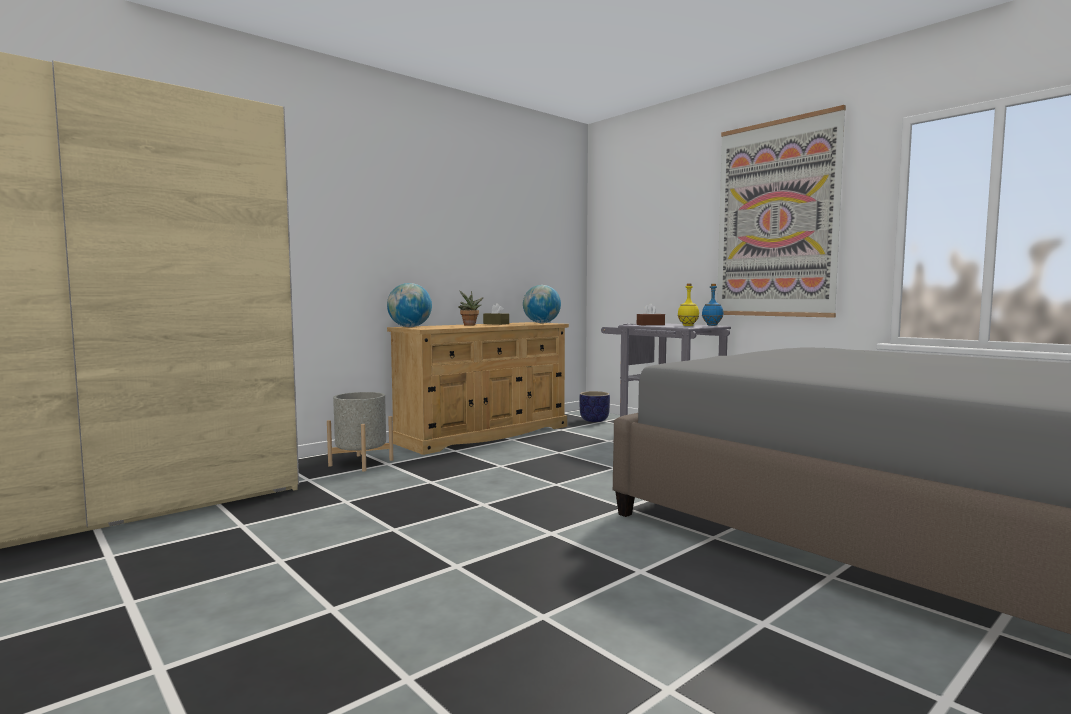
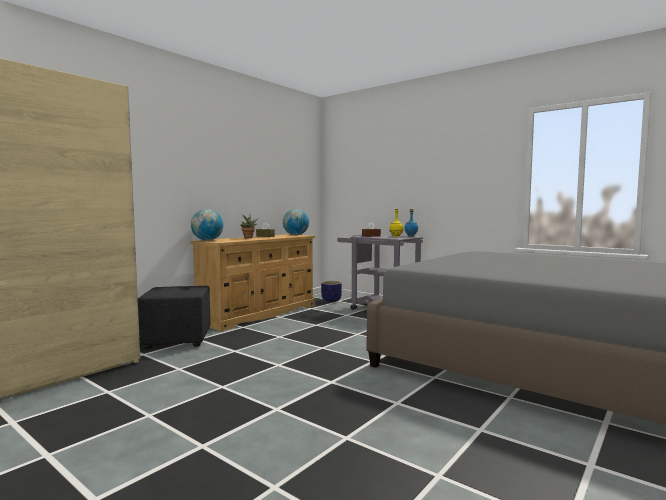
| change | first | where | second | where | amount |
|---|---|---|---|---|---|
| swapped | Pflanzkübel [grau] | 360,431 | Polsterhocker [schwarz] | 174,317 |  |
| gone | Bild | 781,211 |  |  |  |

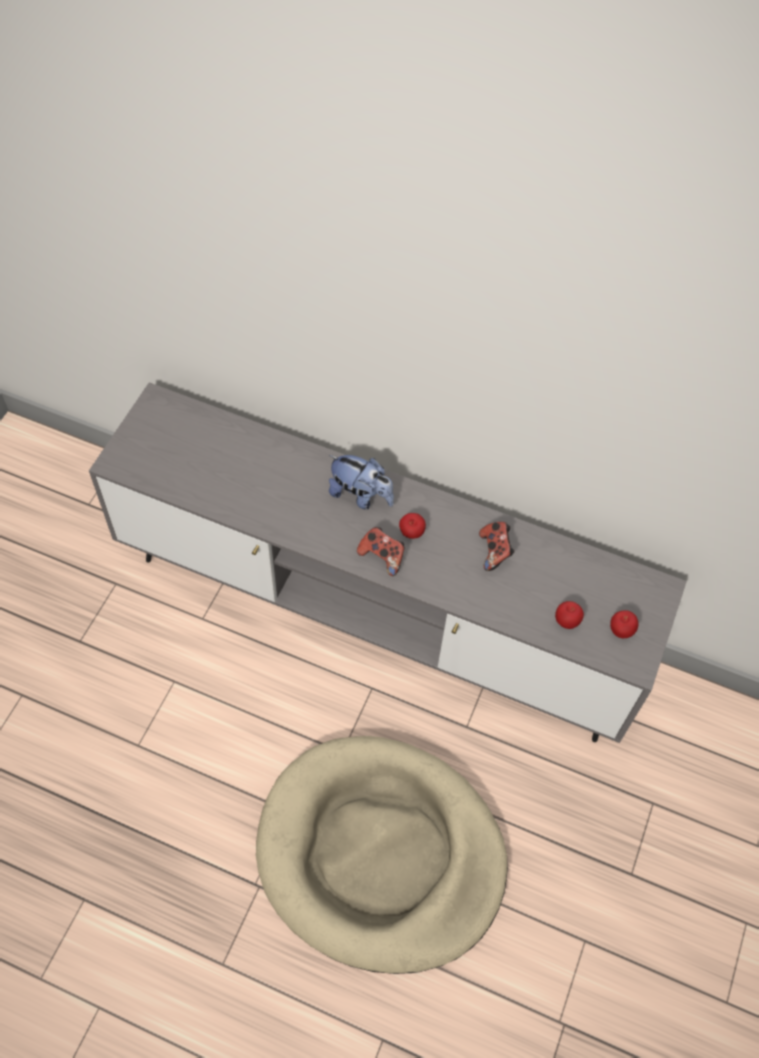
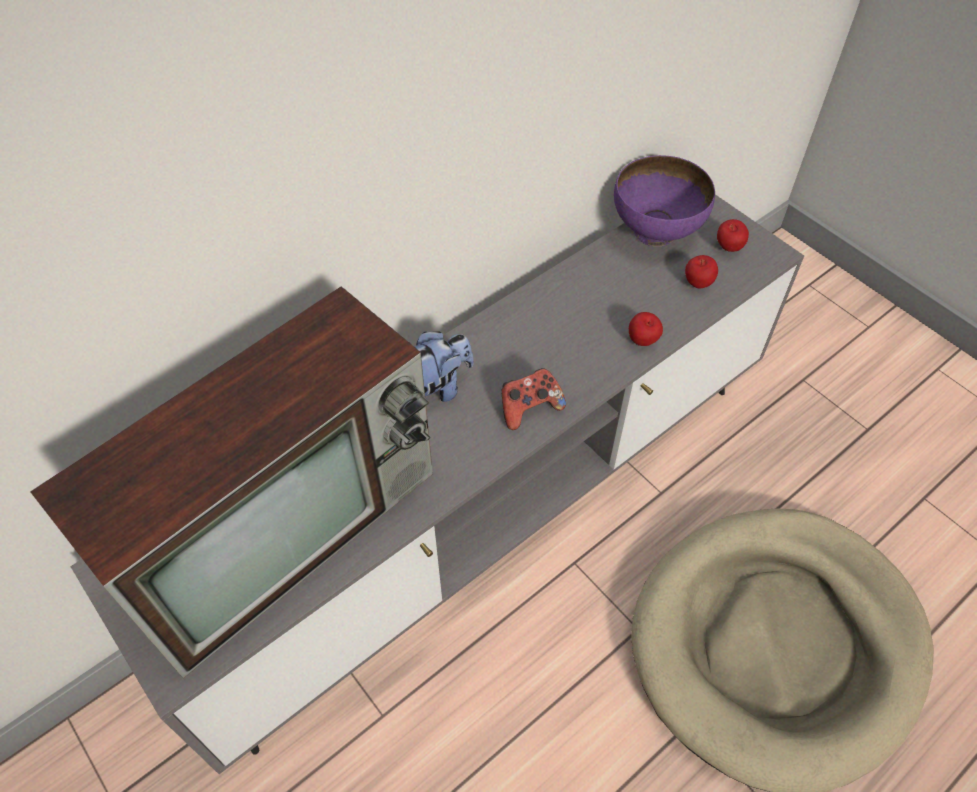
| change | first | where | second | where | amount |
|---|---|---|---|---|---|
| new |  |  | Fernseher | 232,482 |  |
| new |  |  | Schüssel [lila] | 664,201 |  |
| shifted | Apfel | 412,526 |  | 646,329 |  |
| gone | Gamepad | 496,546 |  |  |  |

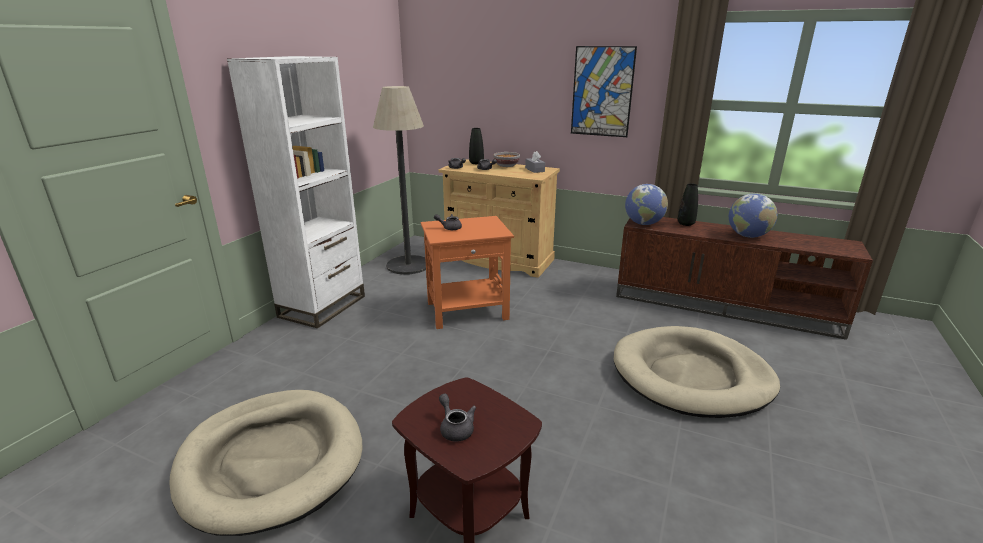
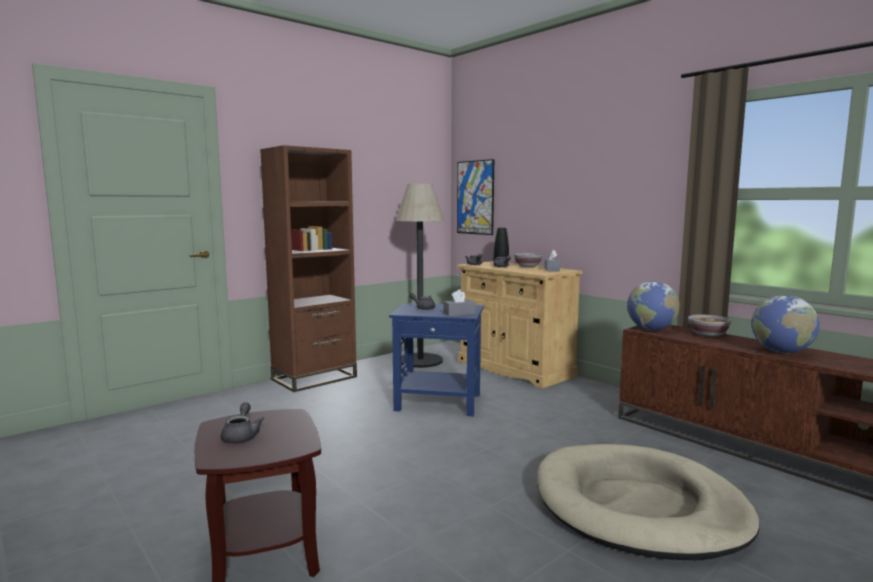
| change | first | where | second | where | amount |
|---|---|---|---|---|---|
| repainted | Bücherregal [weiß] | 296,192 | Bücherregal [braun] | 308,268 |  |
| repainted | Beistelltisch [orange] | 467,272 | Beistelltisch [blau] | 436,359 |  |
| new |  |  | Taschentuchbox [grau] | 460,302 |  |
| shifted | Bild | 604,91 |  | 475,197 |  |
| swapped | Vase [schwarz] | 688,204 | Schüssel | 709,326 |  |
| gone | Hundebett [beige] | 266,463 |  |  |  |

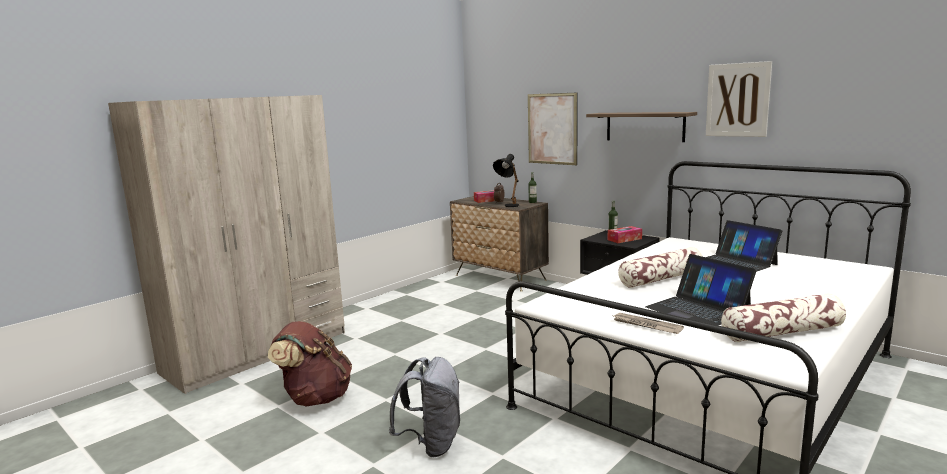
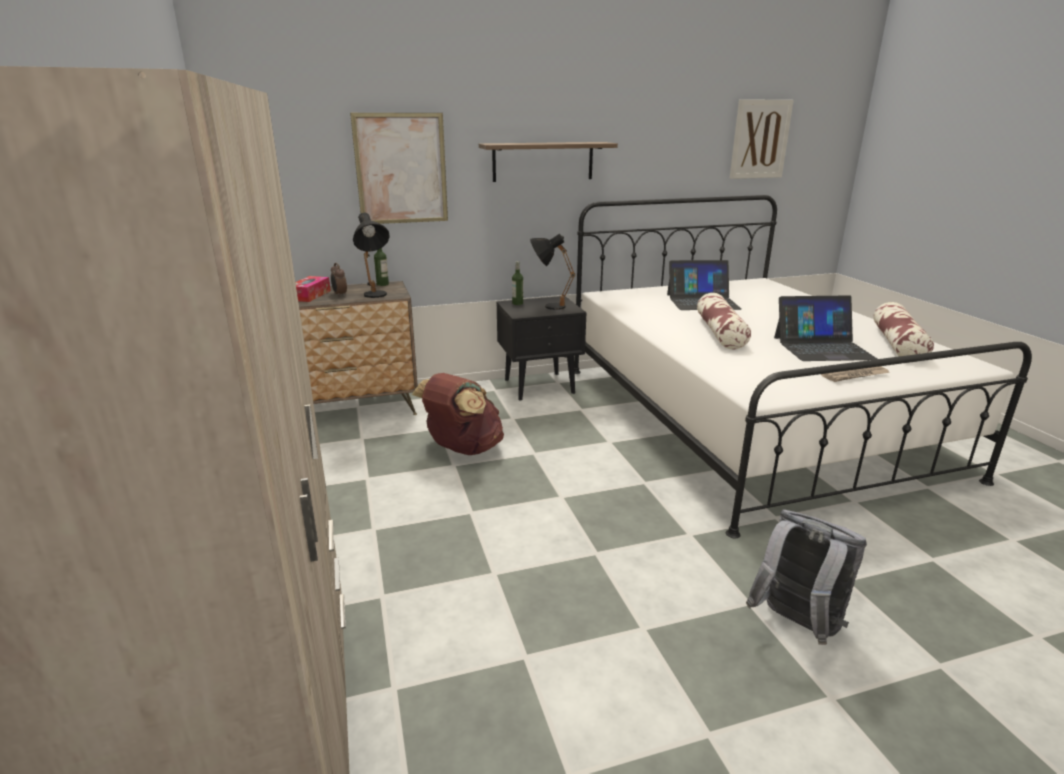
| change | first | where | second | where | amount |
|---|---|---|---|---|---|
| shifted | Rucksack [braun] | 310,363 |  | 458,414 |  |
| swapped | Taschentuchbox | 625,234 | Tischlampe [schwarz] | 552,272 |  |
| shifted | Bild | 739,99 |  | 762,139 |  |

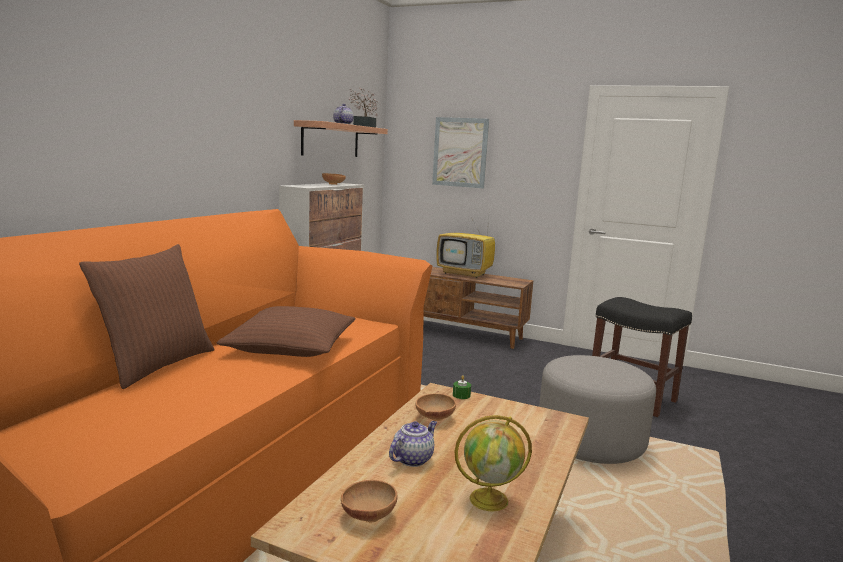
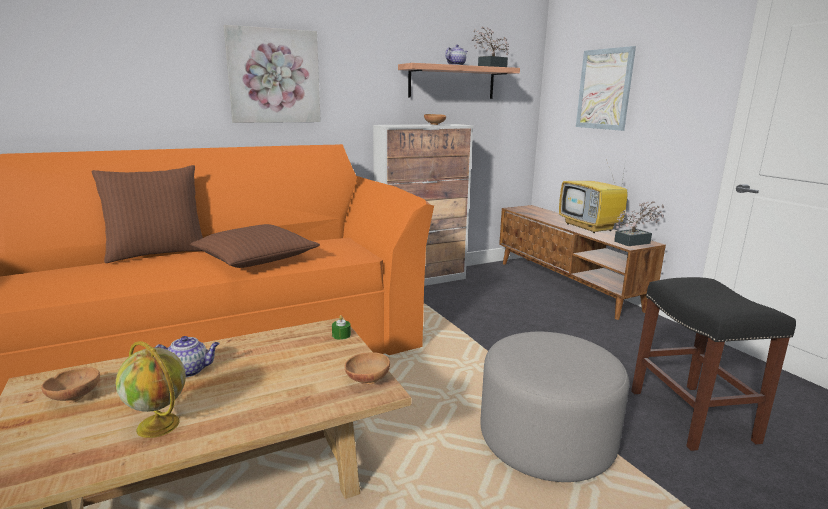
| change | first | where | second | where | amount |
|---|---|---|---|---|---|
| new |  |  | Bild | 272,74 |  |
| shifted | Schüssel [braun] | 435,407 |  | 367,368 |  |
| new |  |  | Topfpflanze | 639,223 |  |

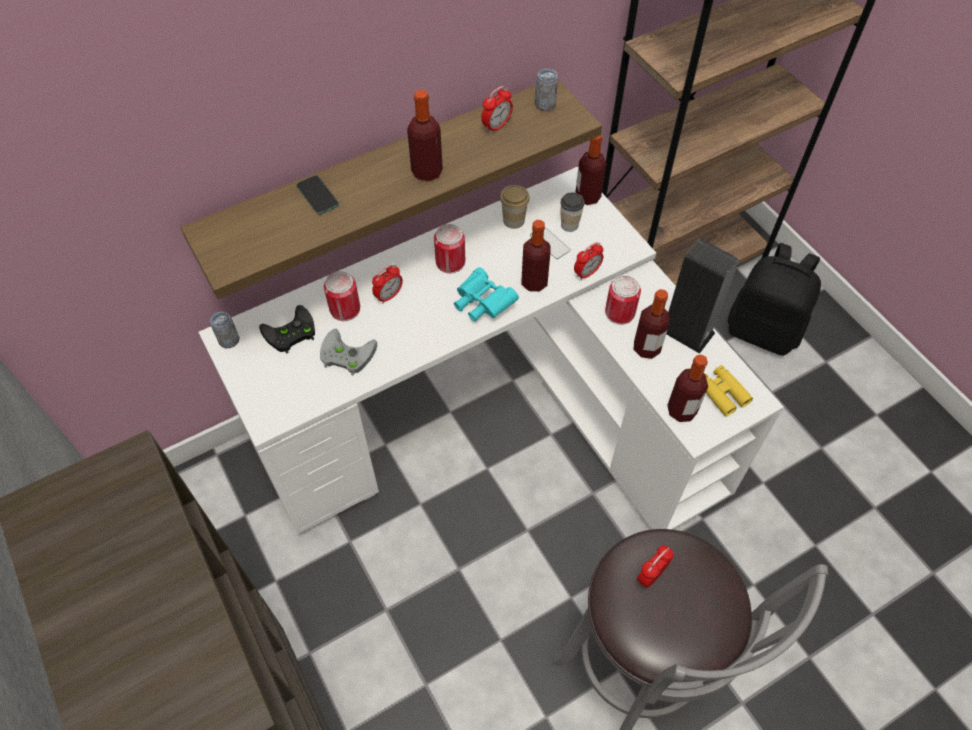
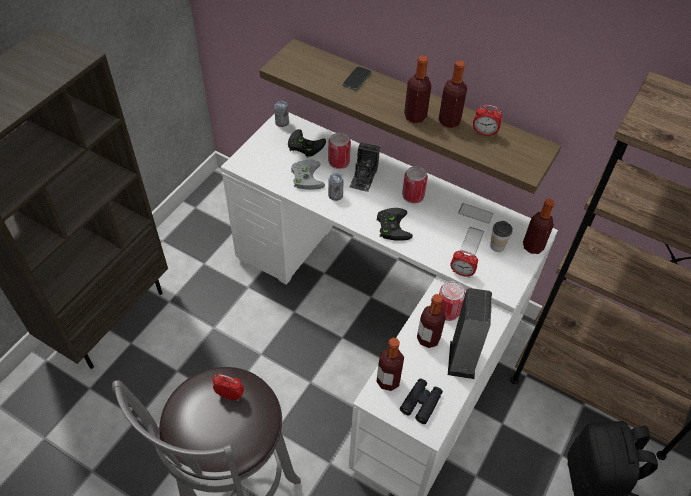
| change | first | where | second | where | amount |
|---|---|---|---|---|---|
| shifted | Dose | 546,89 |  | 336,187 |  |
| swapped | Wecker | 387,284 | Kamera | 364,167 |  |
| swapped | Fernglas [türkis] | 486,294 | Gamepad [schwarz] | 395,224 |  |
| repainted | Fernglas [gelb] | 729,391 | Fernglas [schwarz] | 421,401 |  |
| shifted | Flasche | 535,256 |  | 452,94 |  |
| swapped | Tasse | 515,207 | Handy | 475,213 |  |

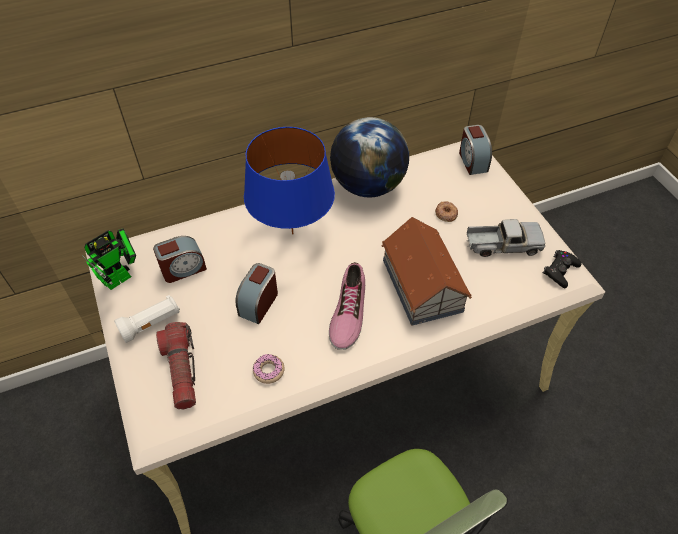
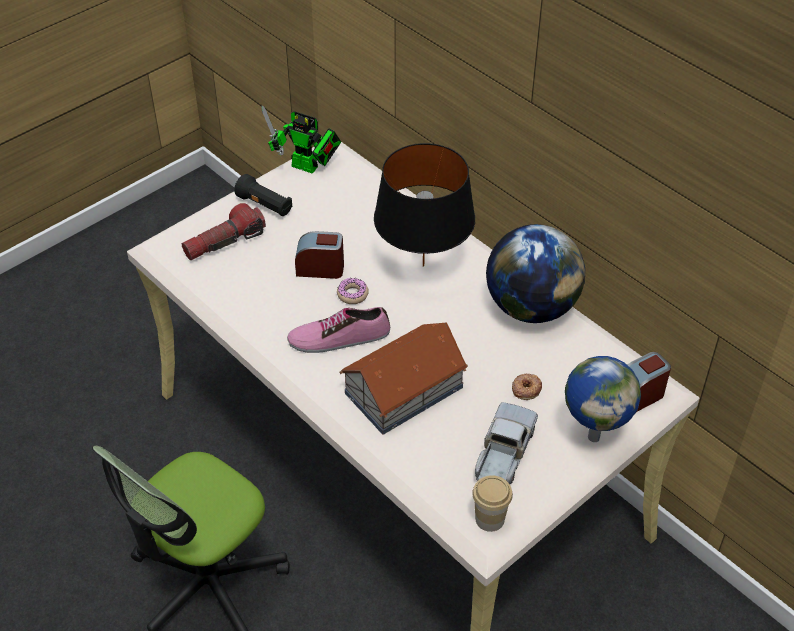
| change | first | where | second | where | amount |
|---|---|---|---|---|---|
| repainted | Taschenlampe [weiß] | 147,319 | Taschenlampe [schwarz] | 263,195 |  |
| shifted | Donut | 269,369 |  | 353,291 |  |
| repainted | Tischlampe [blau] | 289,180 | Tischlampe [schwarz] | 424,205 |  |
| swapped | Gamepad [schwarz] | 562,269 | Tasse | 492,503 |  |
| rotated | Spielzeuglaster | 506,238 |  | 506,443 | 135 degrees counterclockwise |
| new |  |  | Globus | 603,399 |  |
| gone | Wecker | 180,259 |  |  |  |

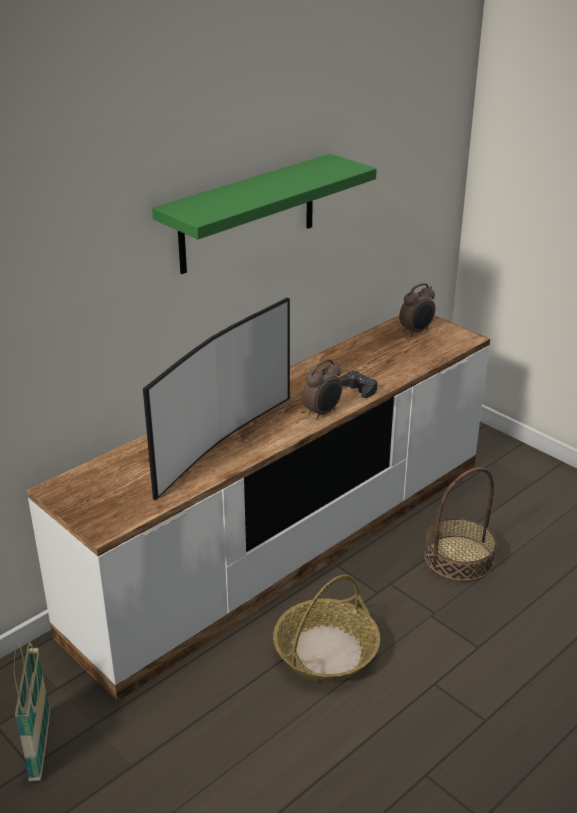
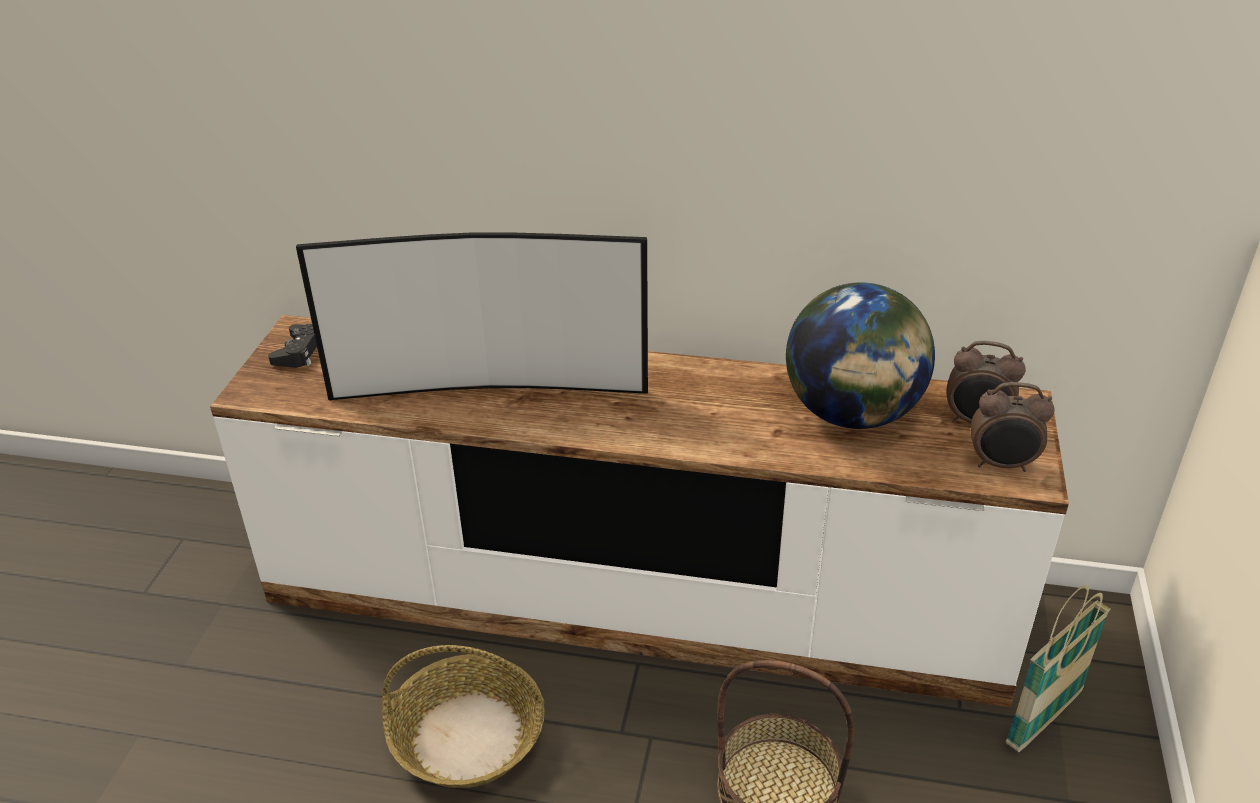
| change | first | where | second | where | amount |
|---|---|---|---|---|---|
| shifted | Gamepad [schwarz] | 358,384 |  | 292,346 |  |
| new |  |  | Globus | 860,356 |  |
| shifted | Wecker | 322,389 |  | 1013,427 |  |
| shifted | Korb | 32,712 |  | 1058,668 |  |
| gone | Wandregal [grün] | 264,214 |  |  |  |

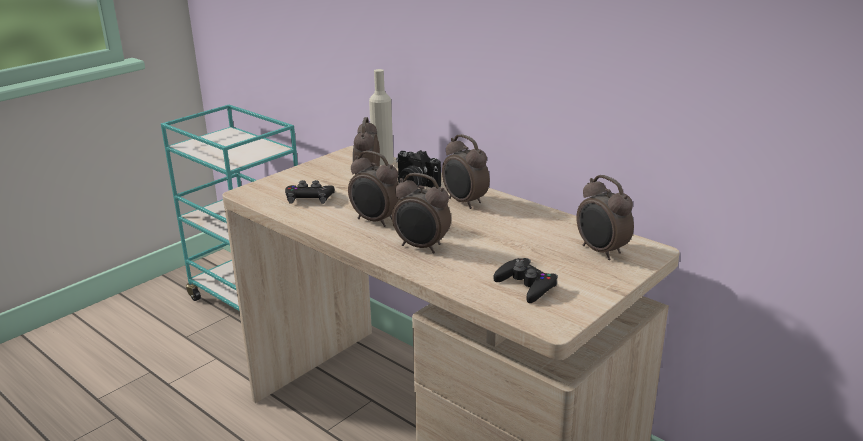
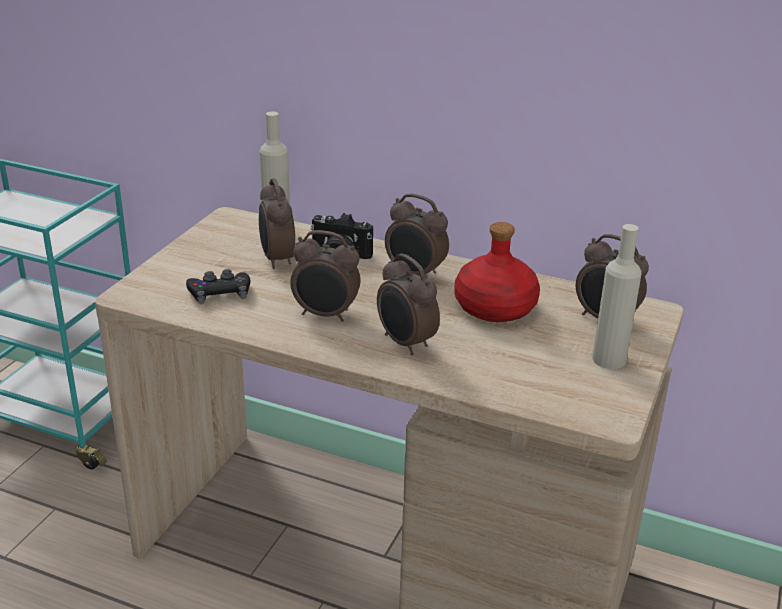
| change | first | where | second | where | amount |
|---|---|---|---|---|---|
| rotated | Wecker | 421,213 |  | 408,304 | 45 degrees clockwise |
| new |  |  | Flasche [rot] | 497,272 |  |
| new |  |  | Flasche [beige] | 617,296 |  |
| gone | Gamepad [schwarz] | 525,280 |  |  |  |

